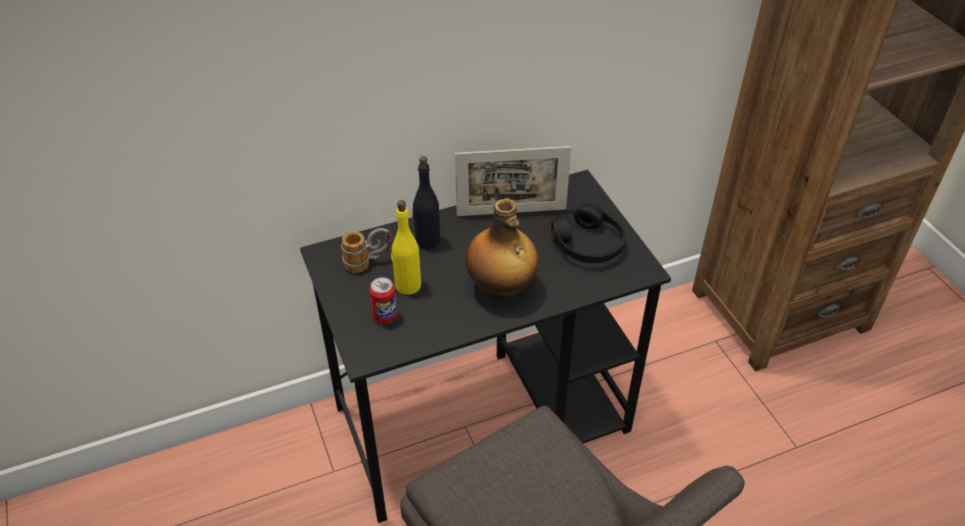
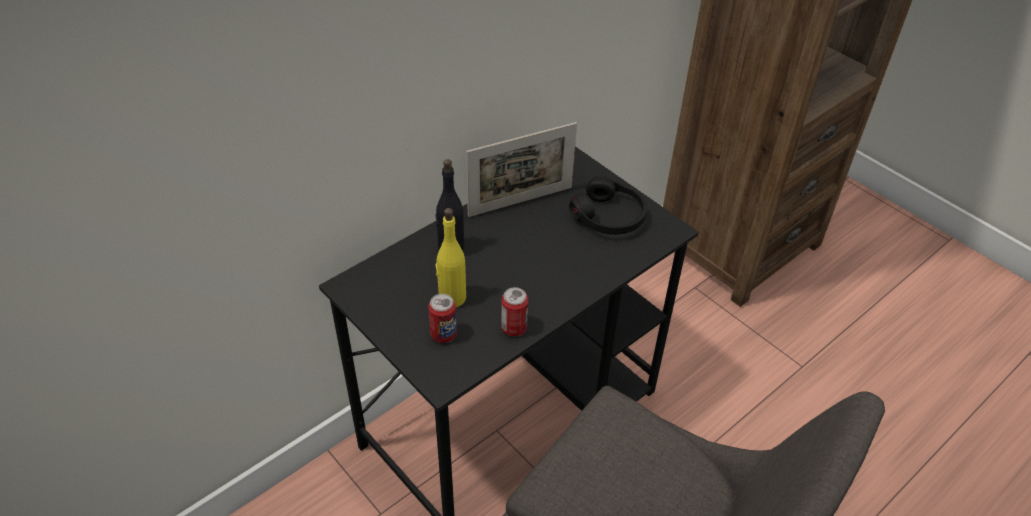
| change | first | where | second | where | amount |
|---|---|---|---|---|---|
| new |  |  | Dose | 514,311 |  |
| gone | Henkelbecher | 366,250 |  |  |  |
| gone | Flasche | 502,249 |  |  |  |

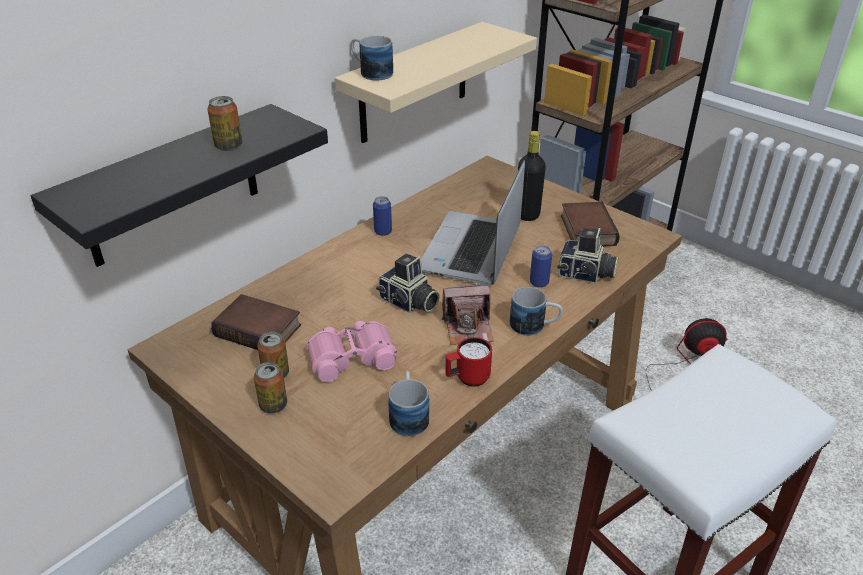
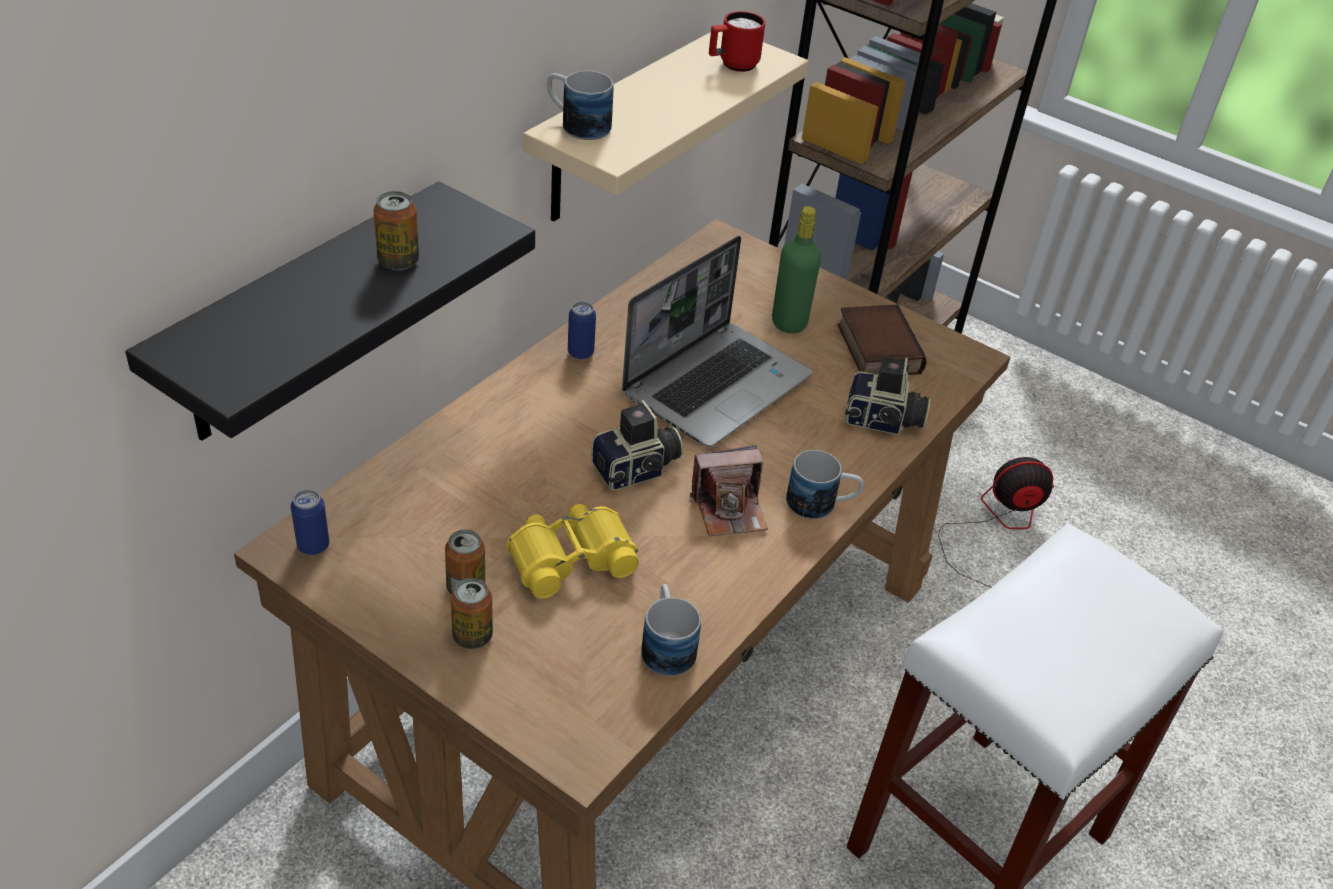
| change | first | where | second | where | amount |
|---|---|---|---|---|---|
| shifted | Dose | 541,266 |  | 310,522 |  |
| repainted | Fernglas [rosa] | 351,351 | Fernglas [gelb] | 572,551 |  |
| rotated | Kamera | 408,283 |  | 637,445 | 60 degrees counterclockwise |
| rotated | Laptop | 473,222 |  | 717,341 | 150 degrees counterclockwise |
| shifted | Henkelbecher [rot] | 468,362 |  | 737,41 |  |
| repainted | Flasche [schwarz] | 532,176 | Flasche [grün] | 796,269 |  |
| gone | Buch | 256,322 |  |  |  |

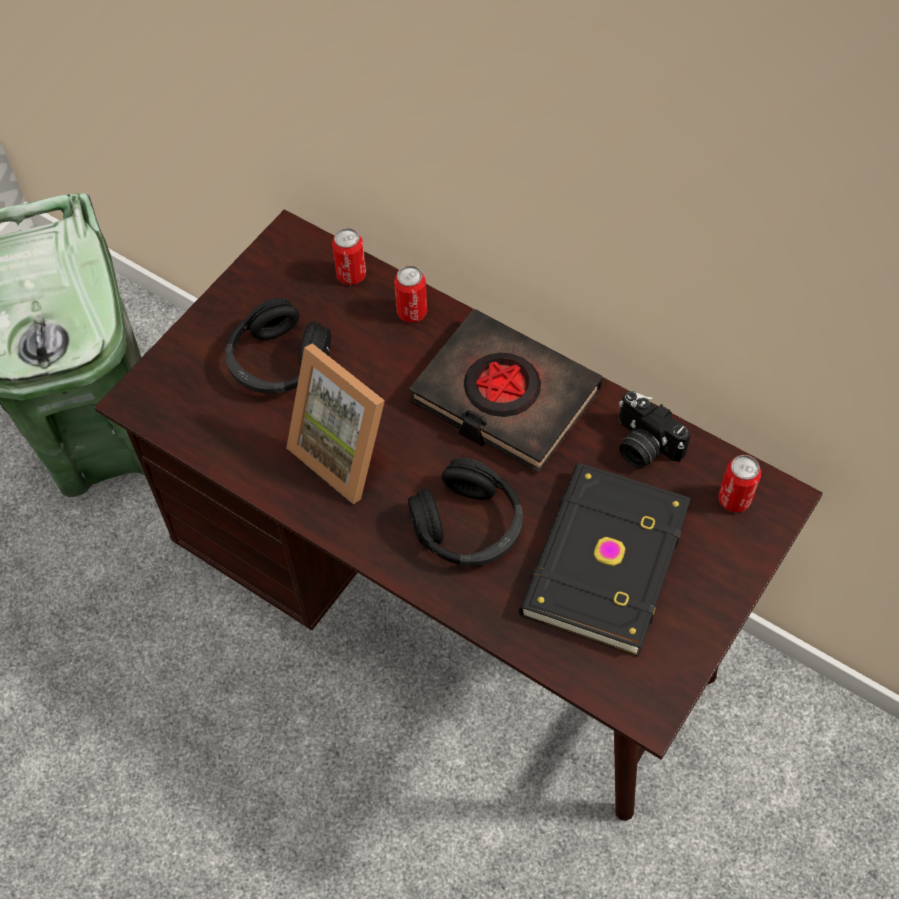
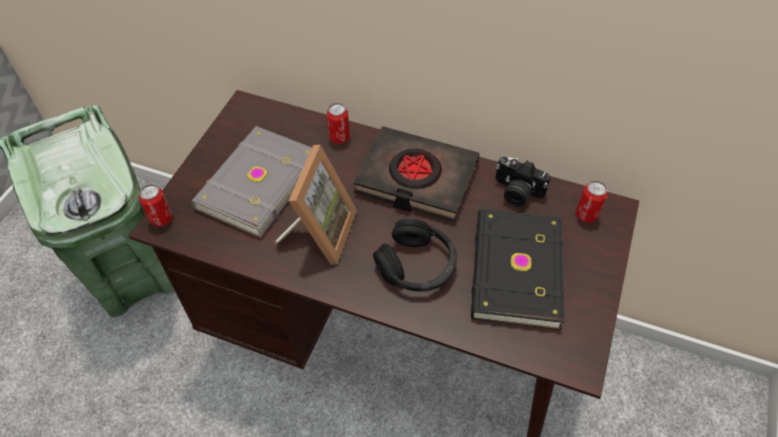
| change | first | where | second | where | amount |
|---|---|---|---|---|---|
| shifted | Dose | 349,256 |  | 156,205 |  |
| swapped | Kopfhörer [schwarz] | 278,346 | Buch [grau] | 251,182 |  |
| rotated | Bilderrahmen | 335,423 |  | 316,204 | 105 degrees counterclockwise |

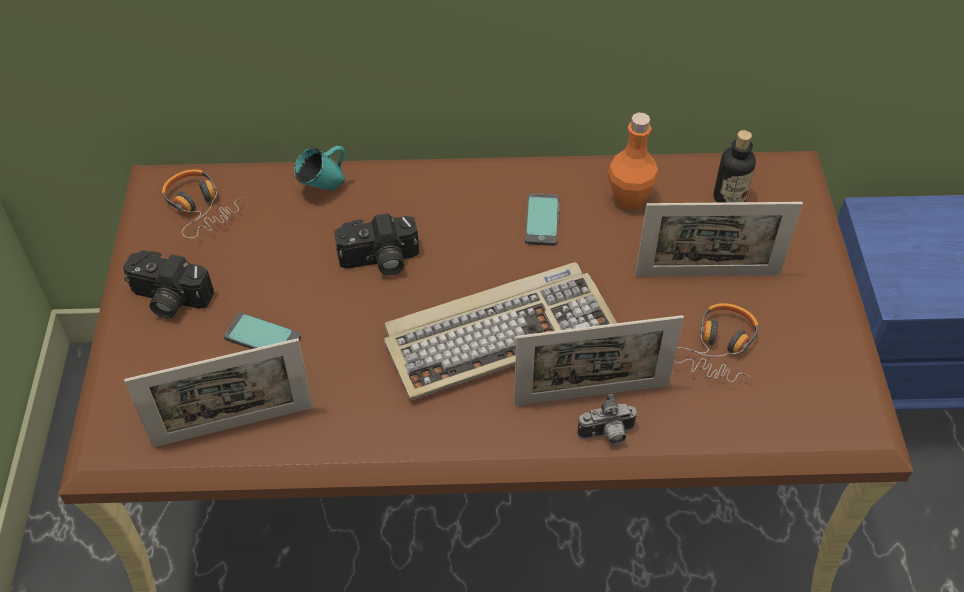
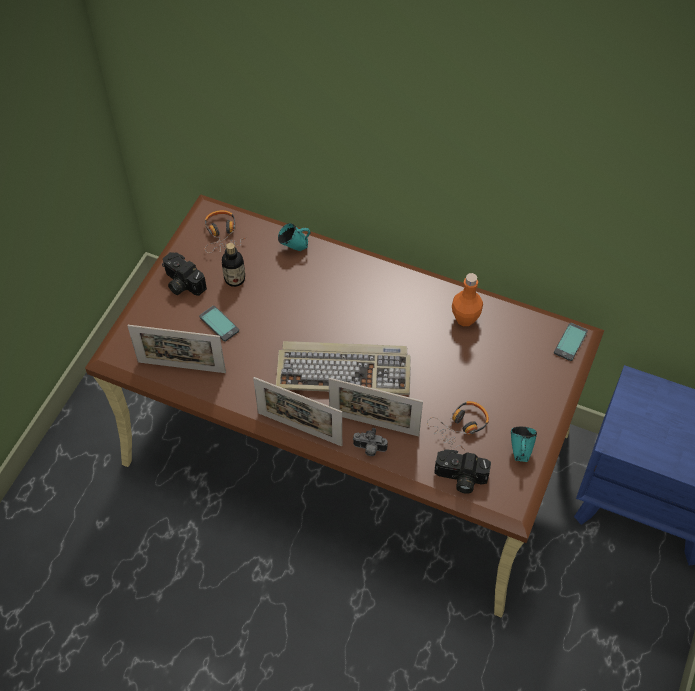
| change | first | where | second | where | amount |
|---|---|---|---|---|---|
| shifted | Flasche | 734,166 |  | 233,265 |  |
| shifted | Bilderrahmen | 719,239 |  | 297,411 |  |
| shifted | Kamera | 376,244 |  | 462,471 |  |
| new |  |  | Henkelbecher [türkis] | 524,444 |  |
| shifted | Handy | 542,219 |  | 571,342 |  |

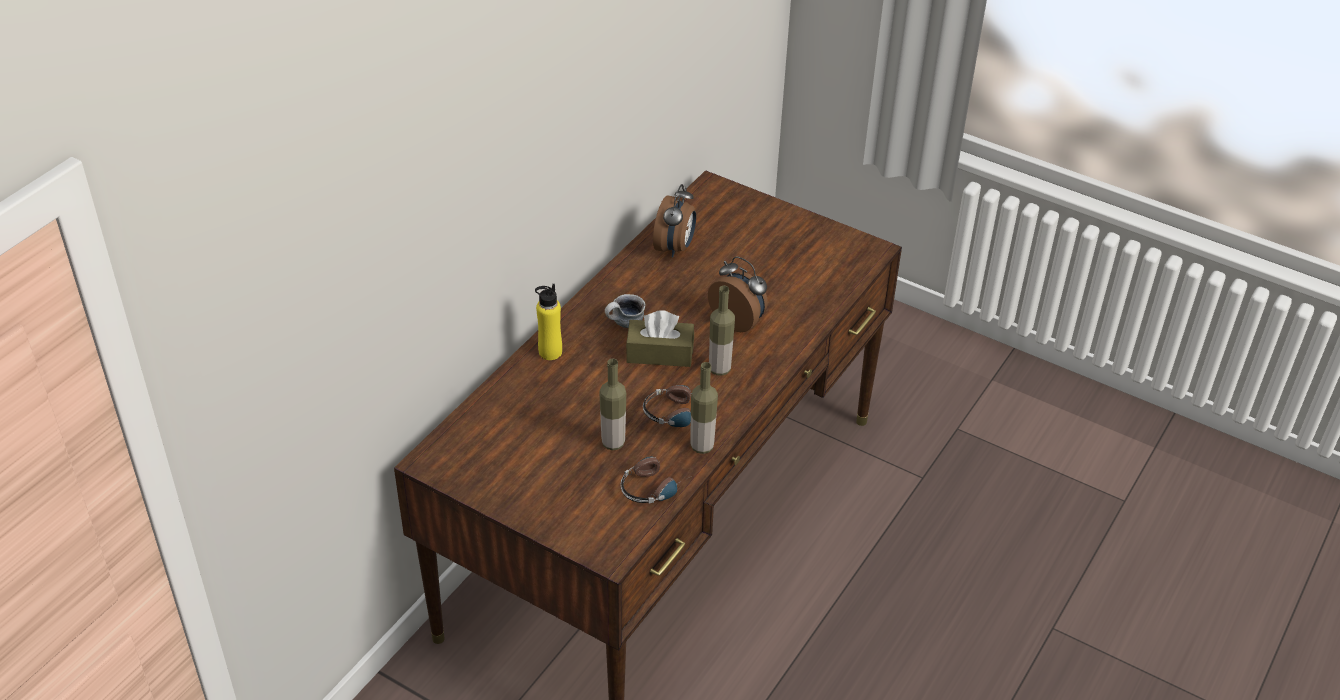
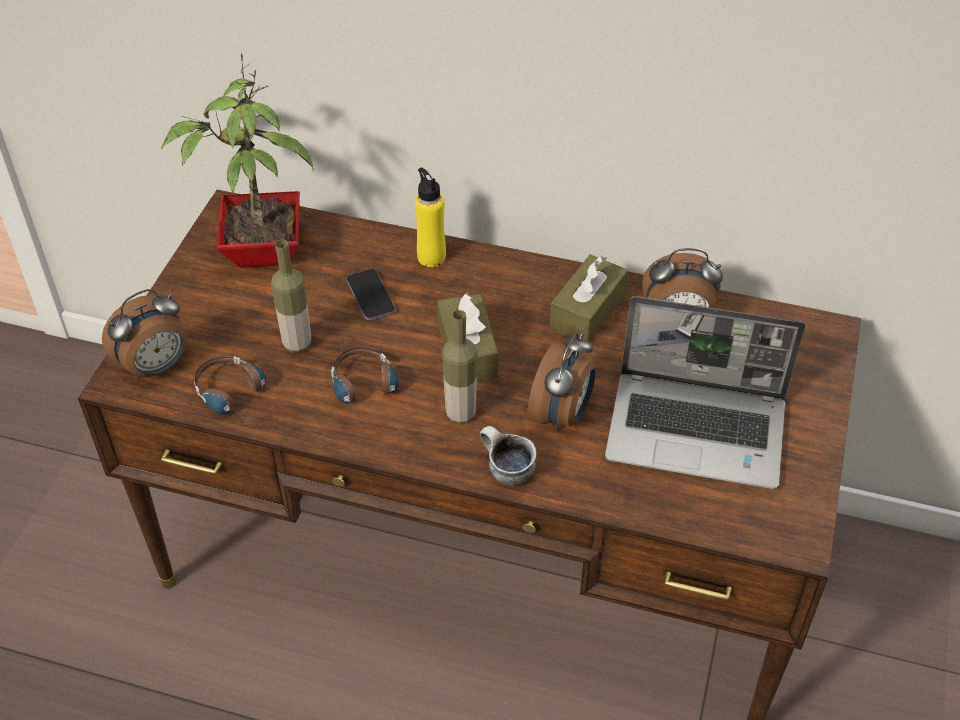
| change | first | where | second | where | amount |
|---|---|---|---|---|---|
| new |  |  | Wecker | 145,334 |  |
| new |  |  | Topfpflanze | 237,160 |  |
| new |  |  | Handy | 370,294 |  |
| shifted | Henkelbecher | 625,311 |  | 508,455 |  |
| new |  |  | Taschentuchbox [braun] | 589,298 |  |
| new |  |  | Laptop | 705,392 |  |
| gone | Flasche | 704,408 |  |  |  |

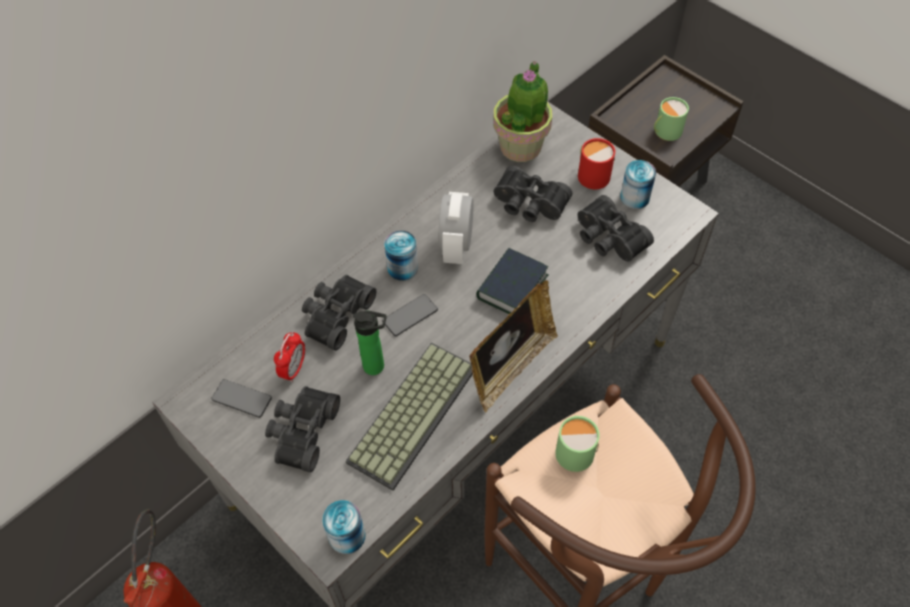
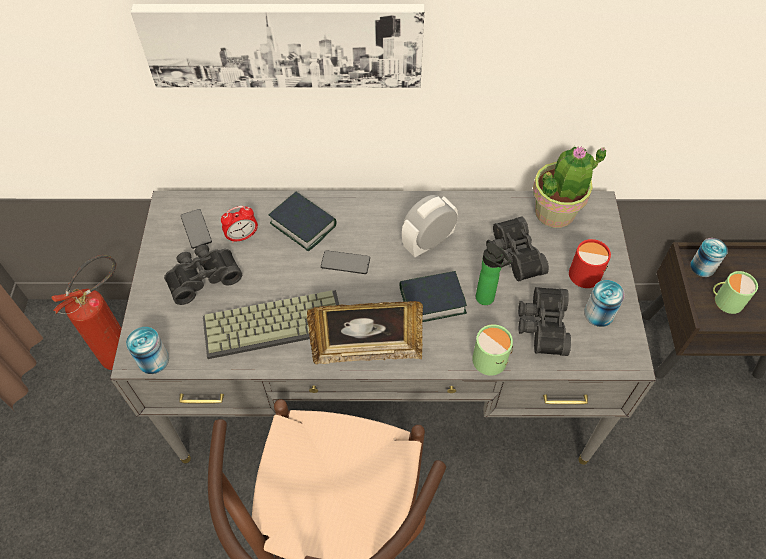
| change | first | where | second | where | amount |
|---|---|---|---|---|---|
| new |  |  | Bild | 277,46 |  |
| swapped | Fernglas [schwarz] | 339,313 | Buch | 303,221 |  |
| shifted | Henkelbecher [grün] | 577,444 |  | 492,350 |  |
| shifted | Flasche | 370,343 |  | 493,274 |  |
| shifted | Dose | 401,256 |  | 709,257 |  |

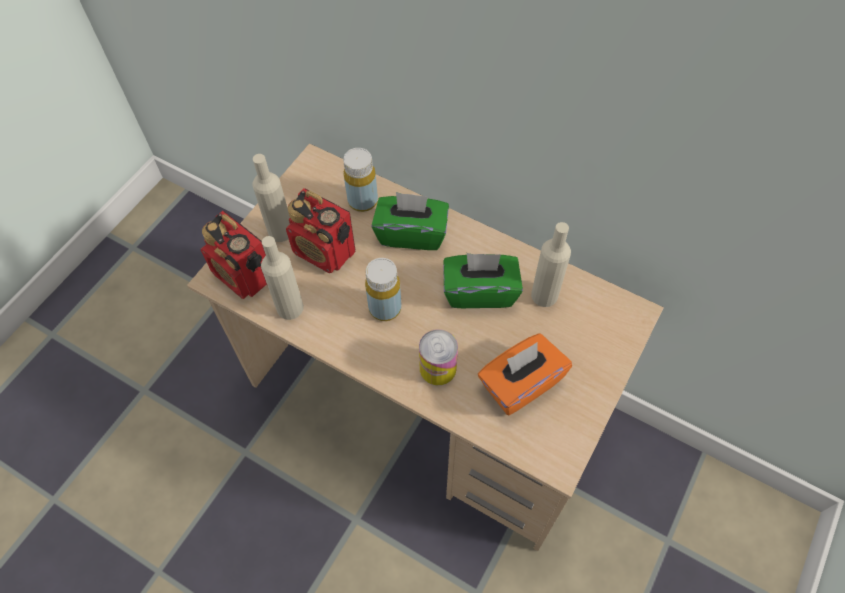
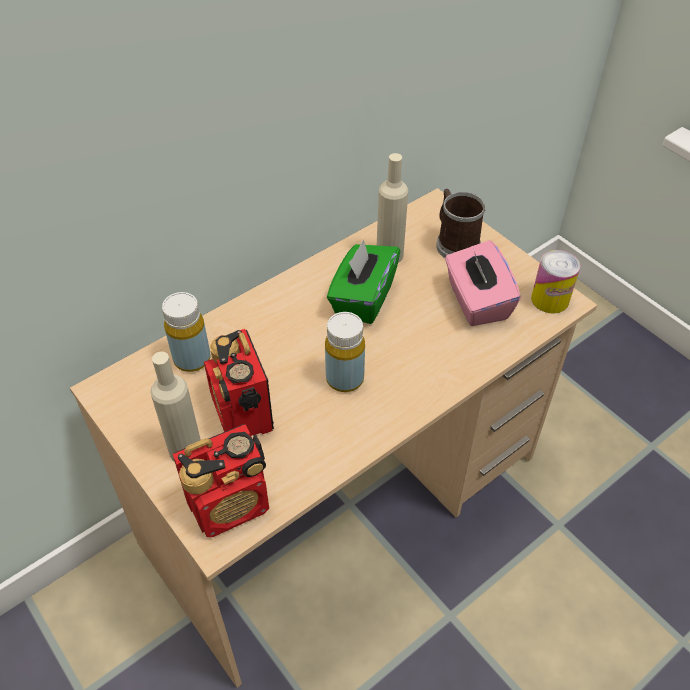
| change | first | where | second | where | amount |
|---|---|---|---|---|---|
| rotated | Radio | 320,230 |  | 239,382 | 105 degrees clockwise |
| new |  |  | Henkelbecher | 460,223 |  |
| repainted | Taschentuchbox [orange] | 525,374 | Taschentuchbox [rosa] | 483,283 |  |
| shifted | Dose | 438,357 |  | 555,282 |  |
| gone | Flasche [beige] | 282,278 |  |  |  |
| gone | Taschentuchbox [grün] | 410,221 |  |  |  |

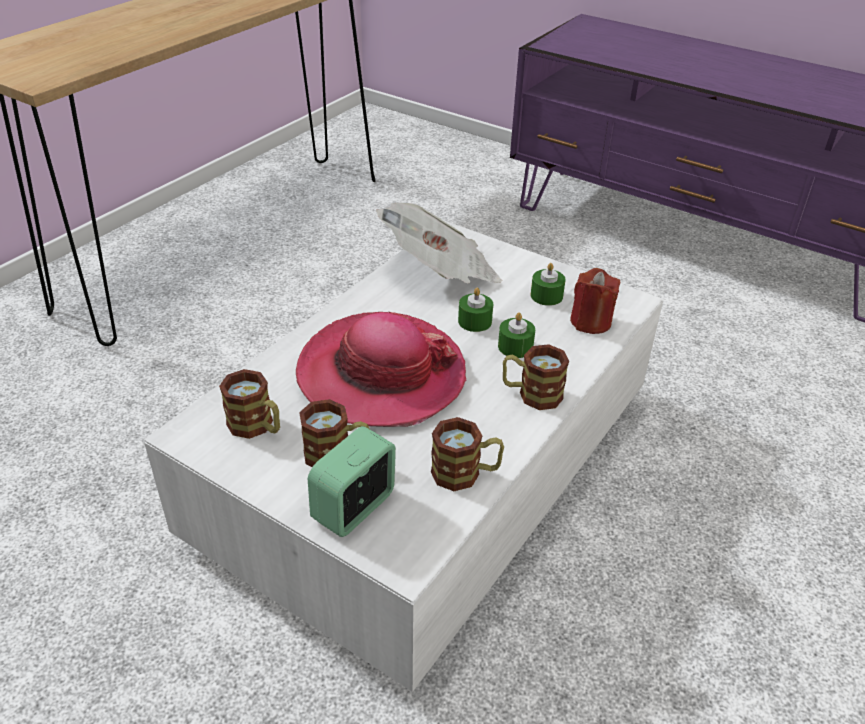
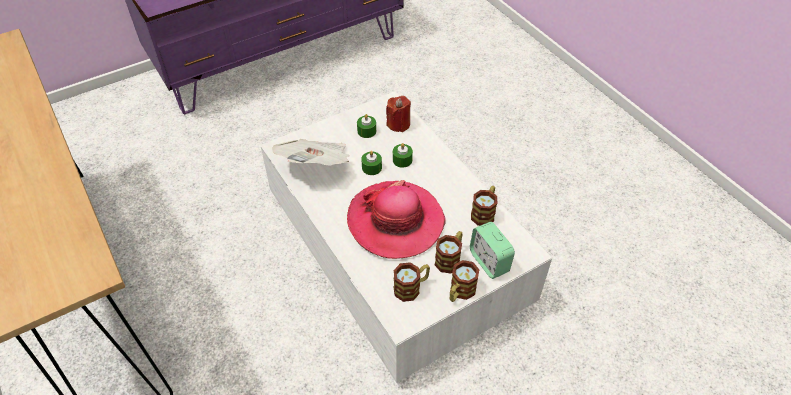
| change | first | where | second | where | amount |
|---|---|---|---|---|---|
| shifted | Henkelbecher | 536,377 |  | 464,281 |  |

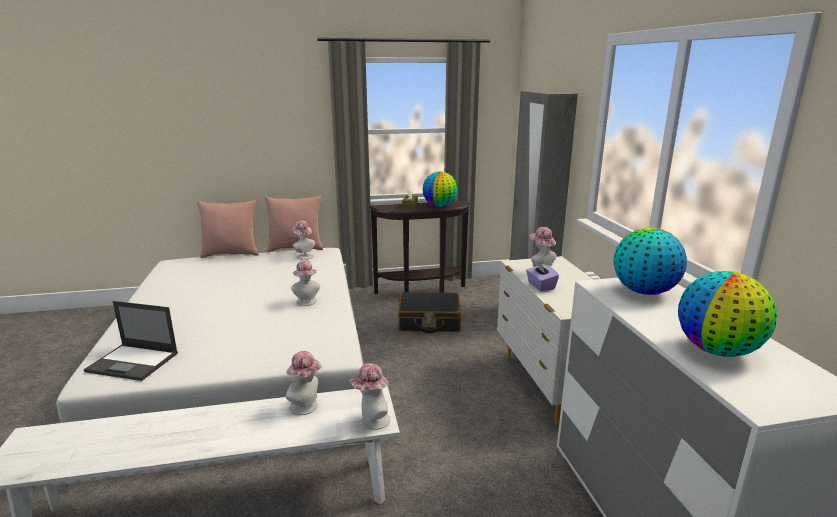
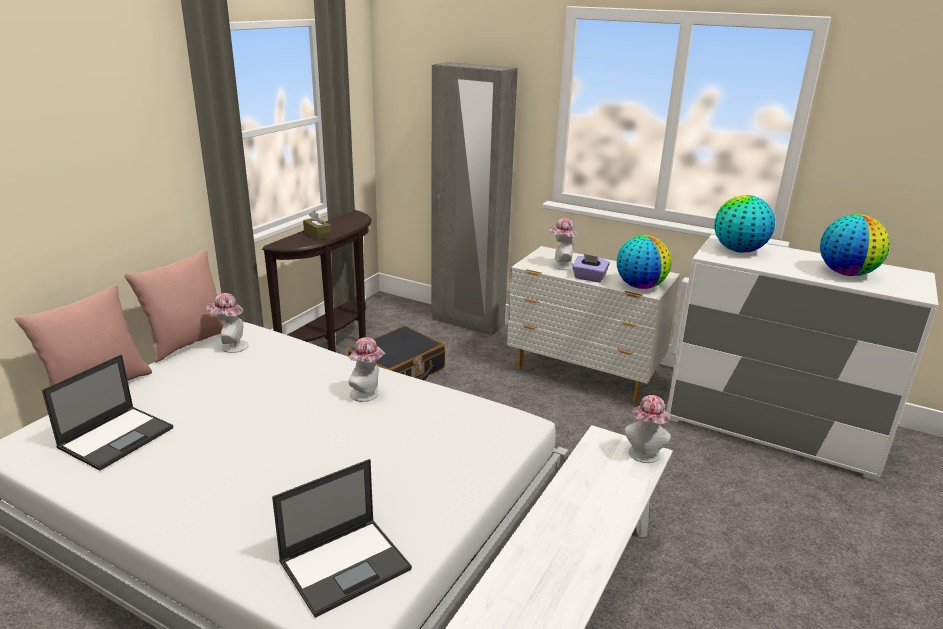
| change | first | where | second | where | amount |
|---|---|---|---|---|---|
| new |  |  | Laptop | 107,412 |  |
| shifted | Globus | 439,189 |  | 644,262 |  |
| gone | Hut | 304,383 |  |  |  |

